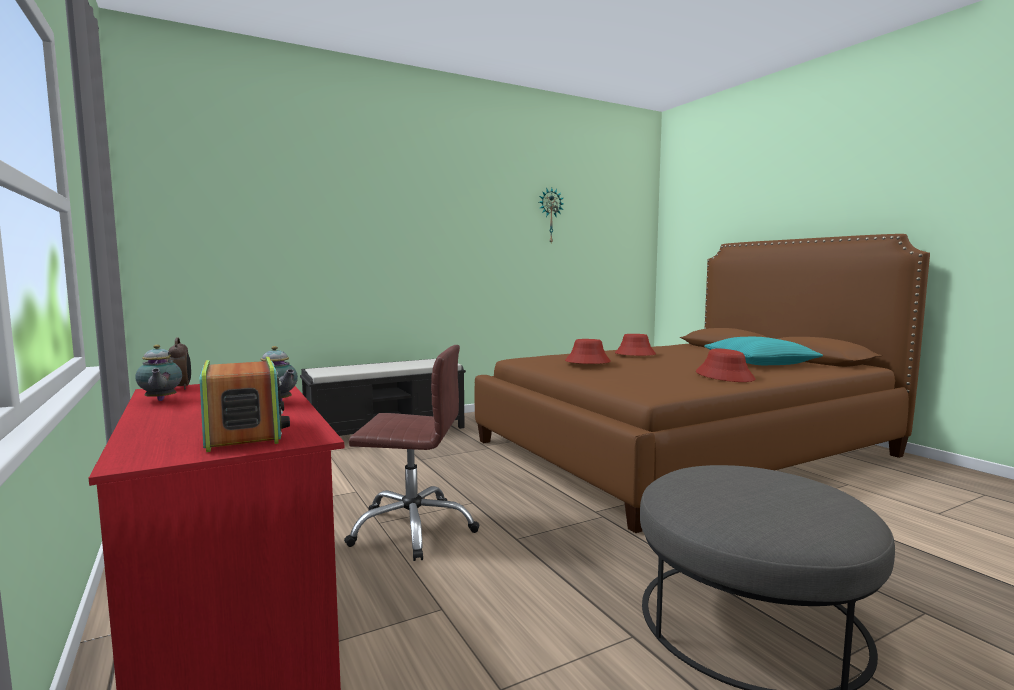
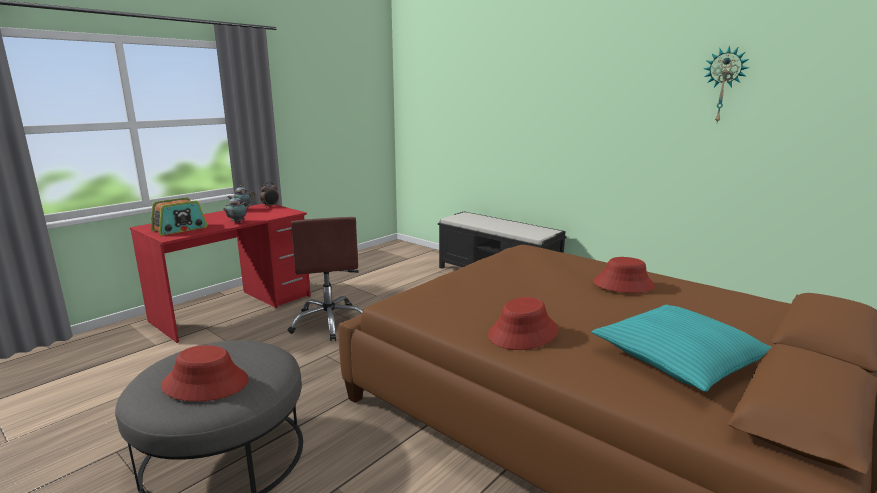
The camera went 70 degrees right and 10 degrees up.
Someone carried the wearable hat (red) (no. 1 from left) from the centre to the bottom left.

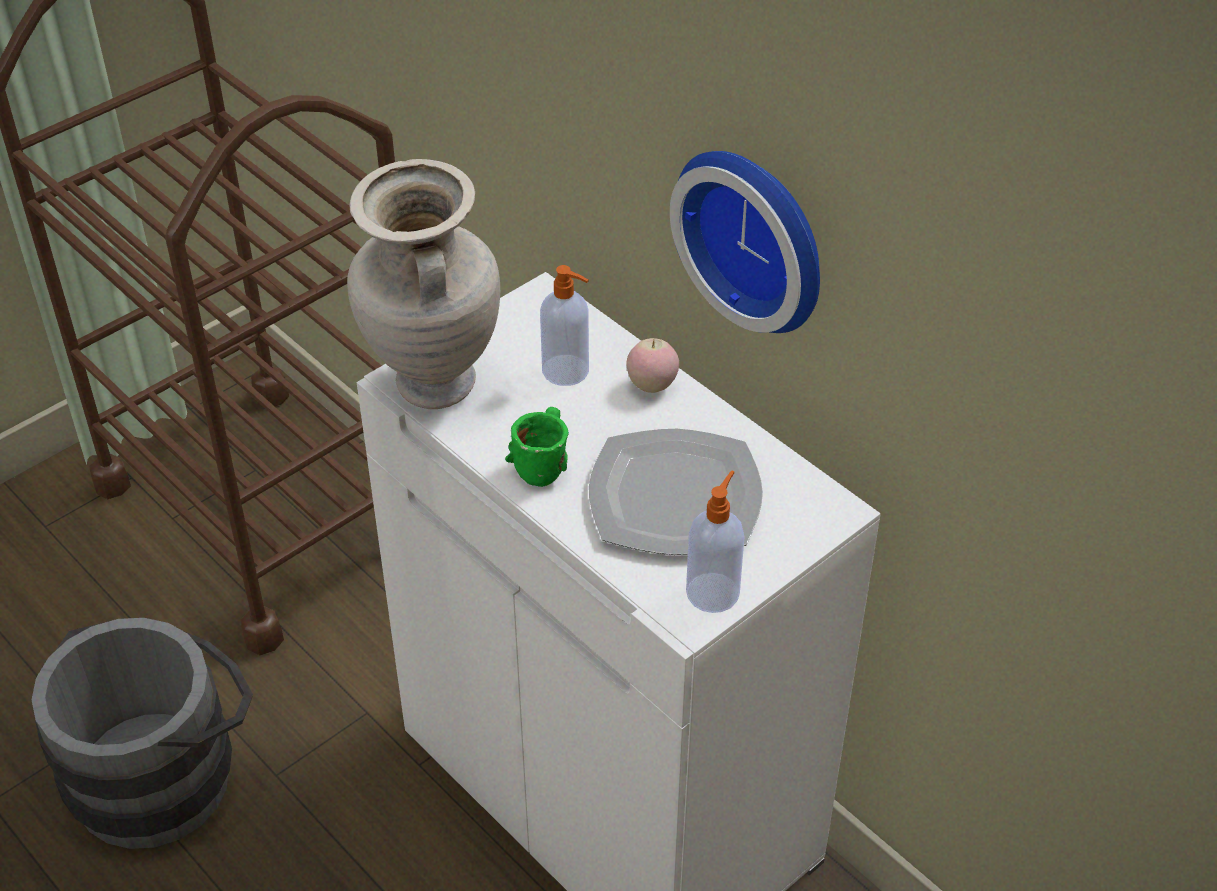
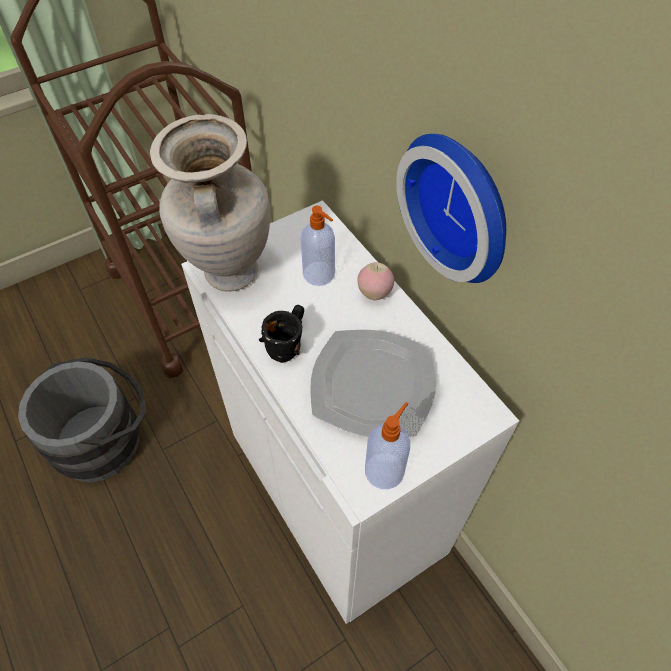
The camera went 10 degrees right and 10 degrees up.
Someone repainted the mug (green-coloured) at the centre, which became the mug (black) at the centre.

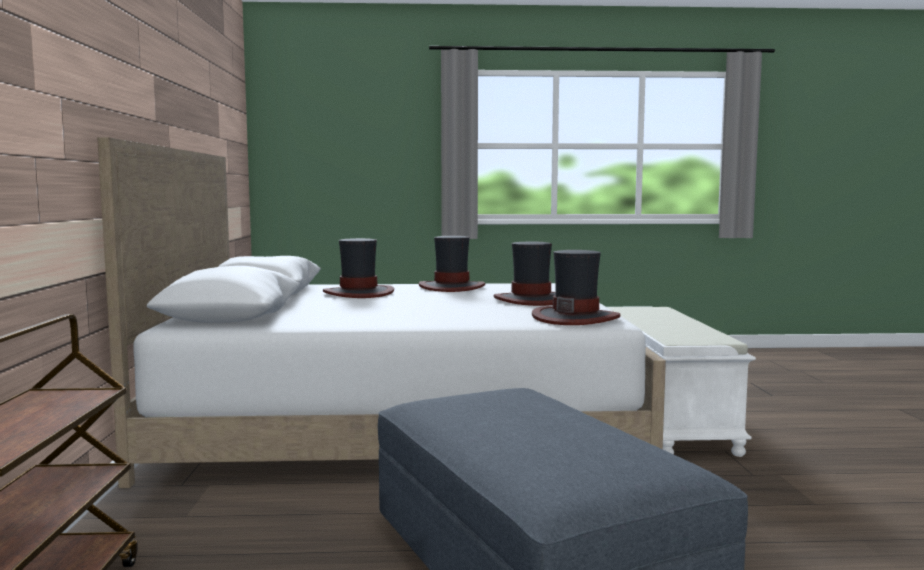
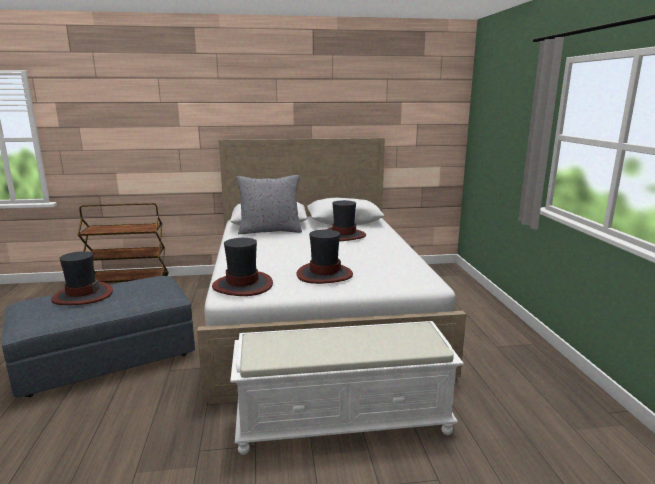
The camera went 85 degrees right and 10 degrees up.
Someone put down the cushion (greyish) at the centre.
Someone carried the wearable hat (no. 2 from left in the first image) from the centre to the middle left.

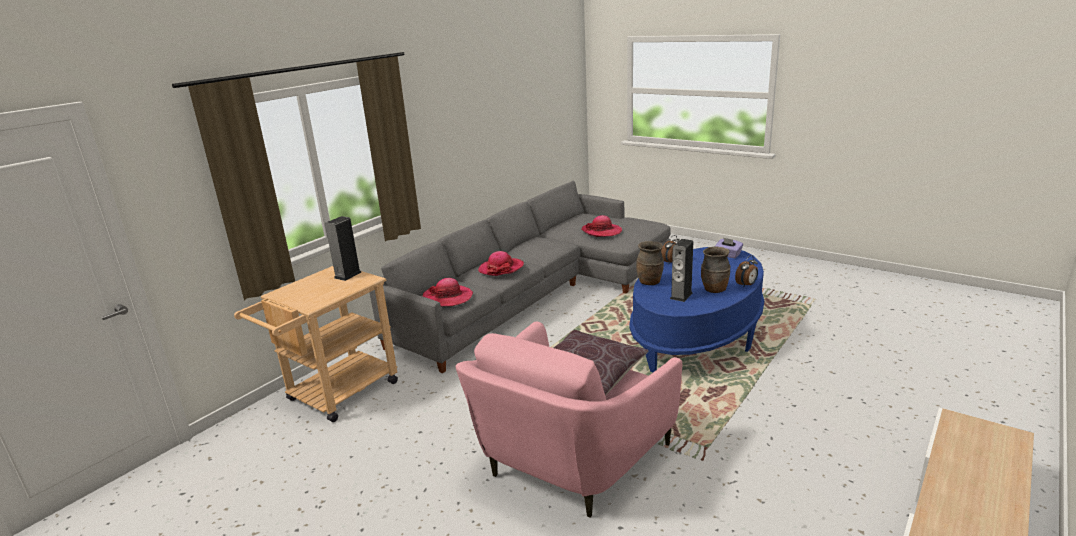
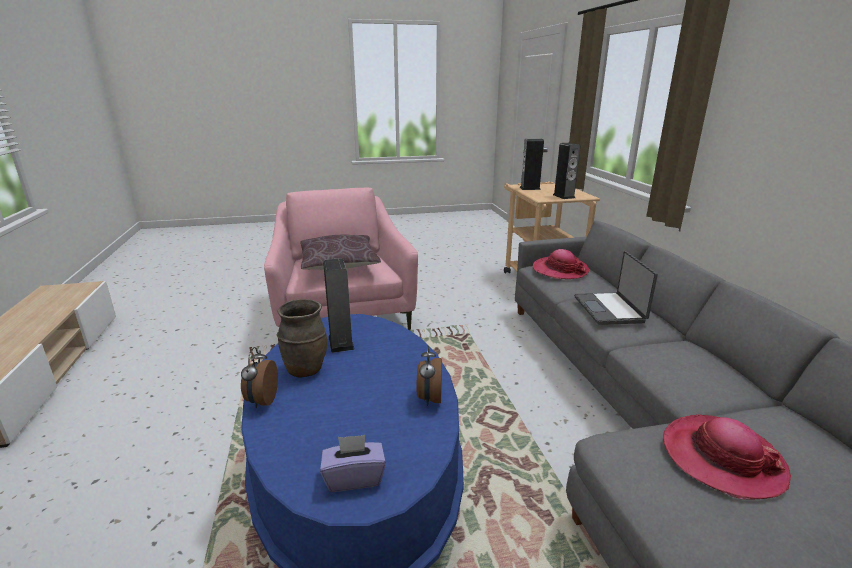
The camera went 130 degrees right and 0 degrees up.
Someone took away the decorative vase (brownish) (no. 1 from left) at the centre.
Someone put down the audio speaker (no. 2 from left) at the top centre.
Someone swapped the wearable hat (no. 2 from left) at the centre for the notebook computer at the middle right.

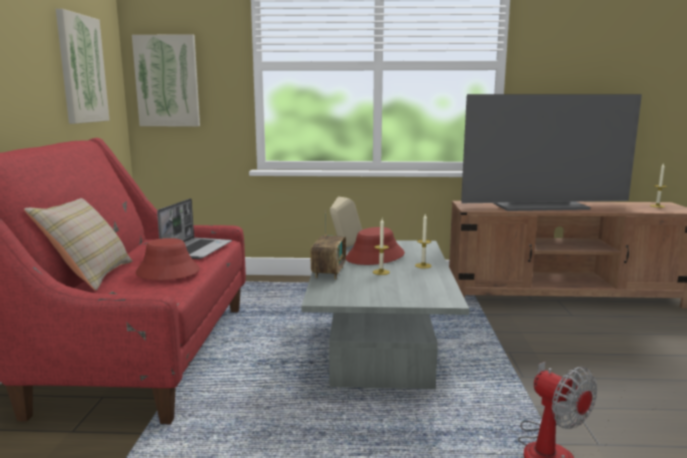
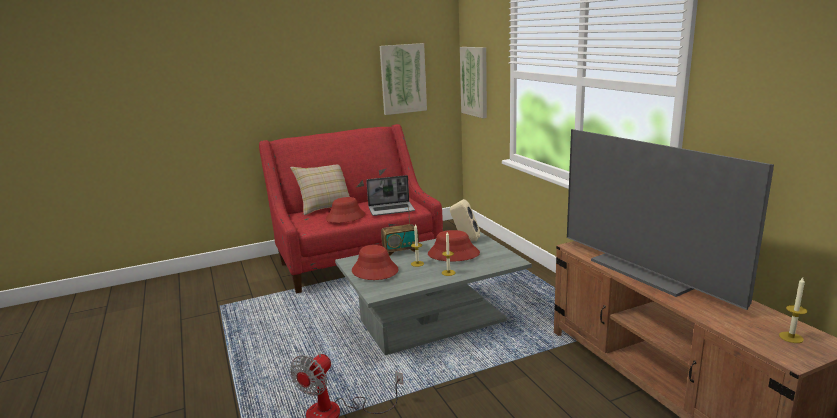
The camera went 65 degrees right and 5 degrees up.
Someone put down the wearable hat (red) (no. 2 from left) at the centre.

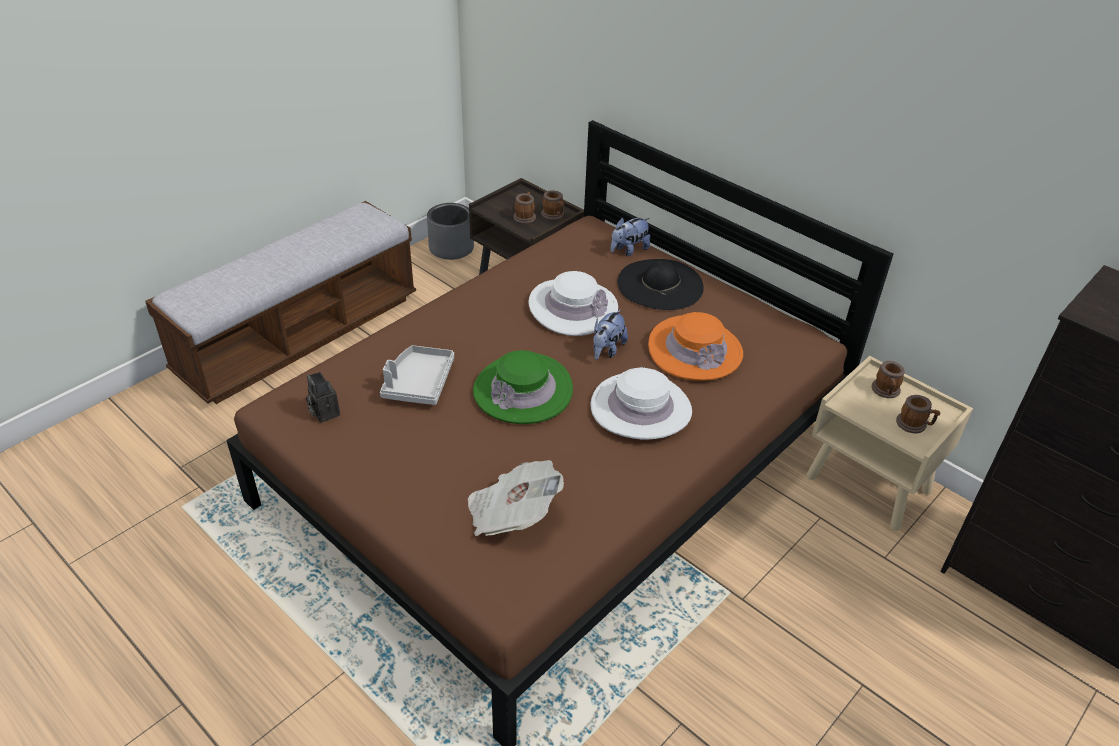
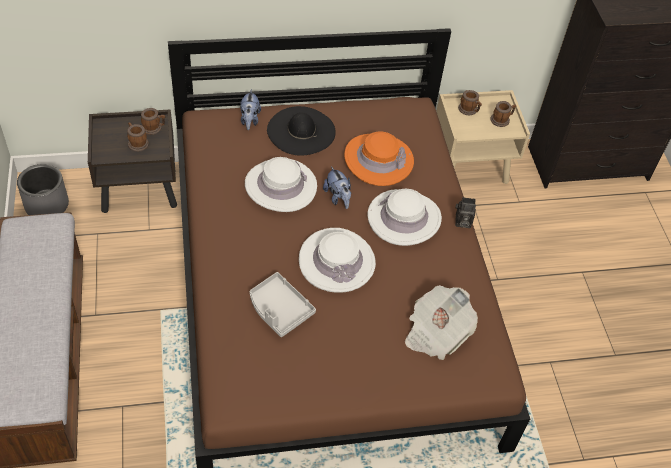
The camera went 55 degrees left and 10 degrees up.
Someone carried the photo camera from the middle left to the middle right.
Someone repainted the wearable hat (green-coloured) at the centre, which became the wearable hat (whitish) (no. 2 from left) at the centre.

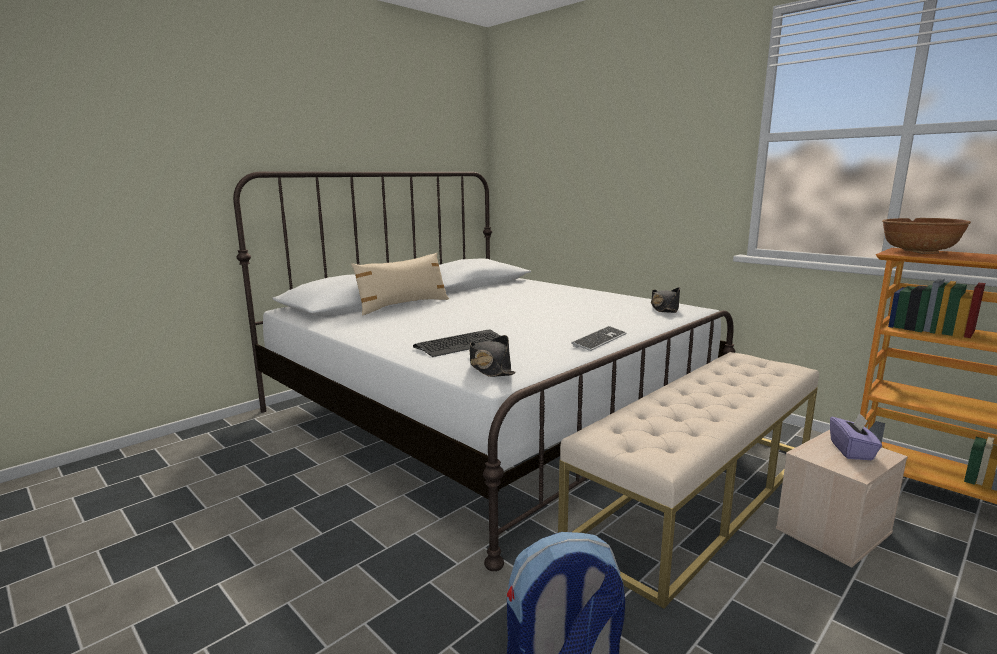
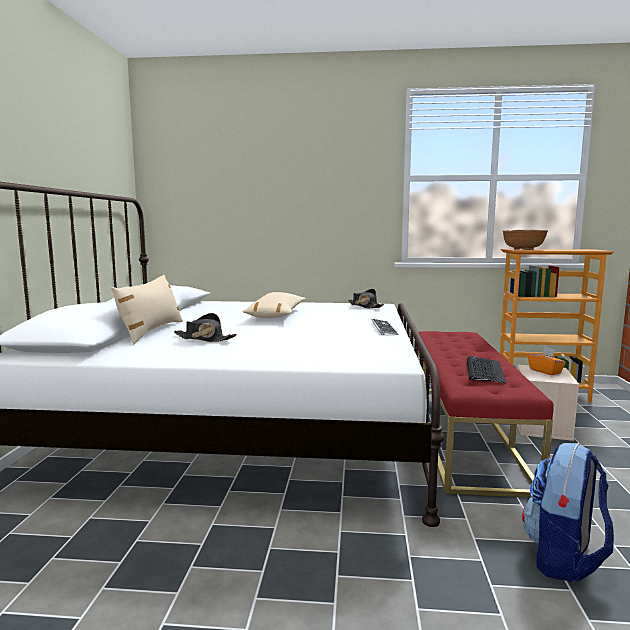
The camera went 40 degrees left and 5 degrees down.
Someone put down the cushion (beige-coloured) (no. 2 from left) at the centre.
Someone carried the PC keyboard (no. 1 from left in the first image) from the centre to the middle right.
Someone carried the wearable hat (black) (no. 1 from left) from the centre to the middle left.
Someone repainted the indoor bench (beige-coloured) at the bottom right, which became the indoor bench (red) at the middle right.
Someone repainted the box of tissues (purple) at the bottom right, which became the box of tissues (orangey) at the middle right.

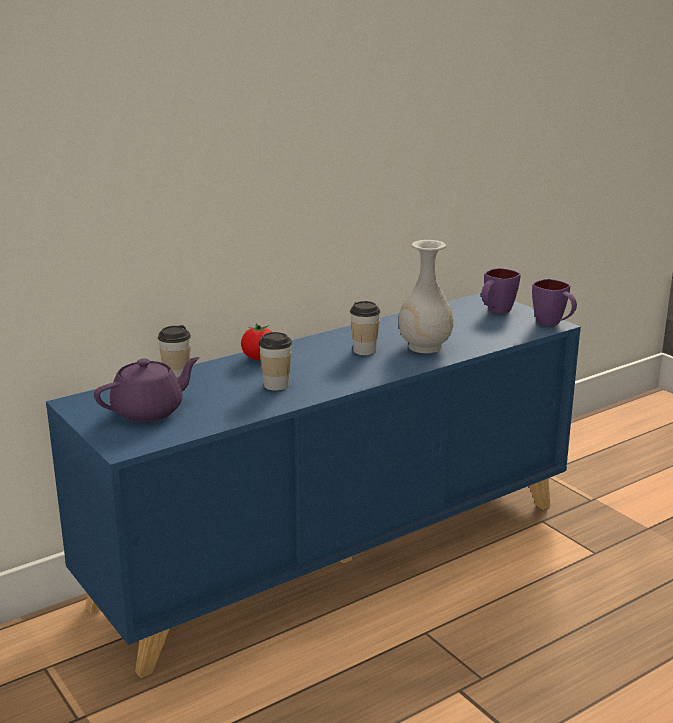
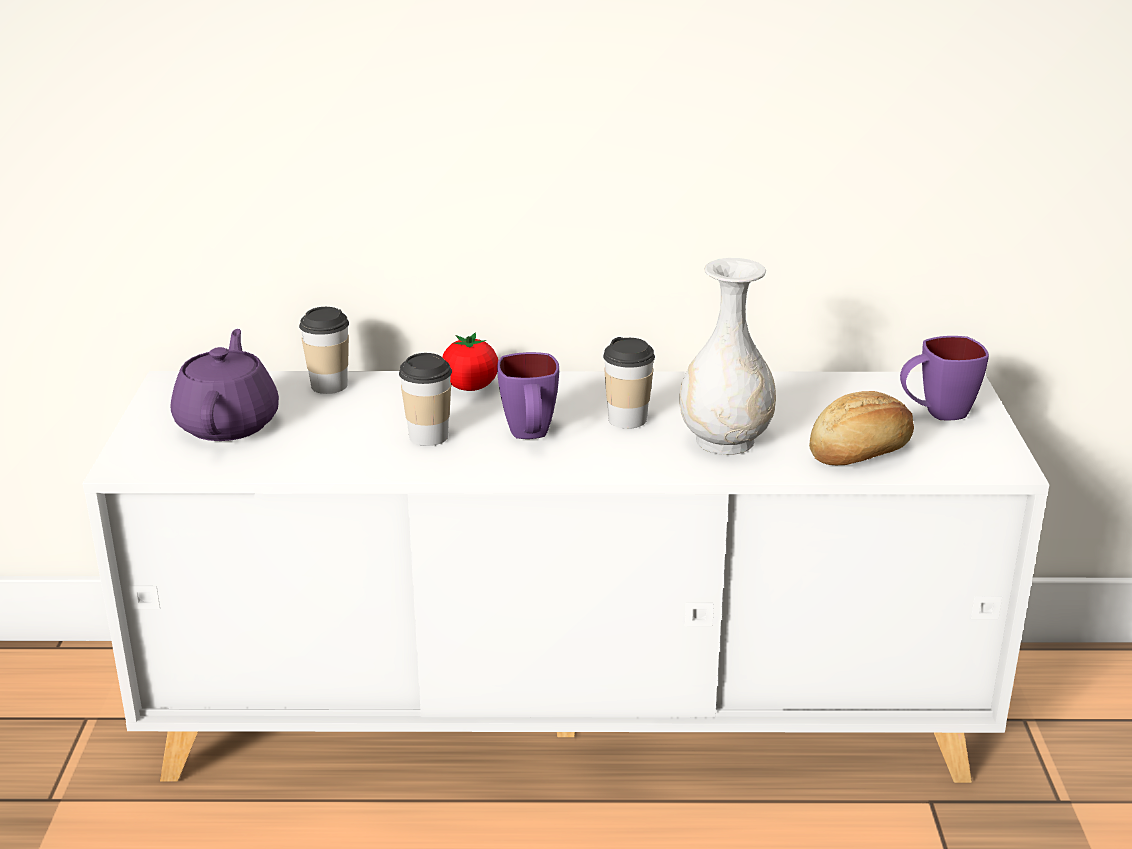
The camera went 35 degrees right and 5 degrees up.
Someone put down the bread at the middle right.
Someone carried the mug (purple) (no. 2 from left in the first image) from the middle right to the centre.
Someone repainted the cupboard (bluish) at the bottom centre, which became the cupboard (whitish) at the bottom centre.
Someone rotated the pot for tea (purple) at the middle left by 90 degrees counterclockwise.

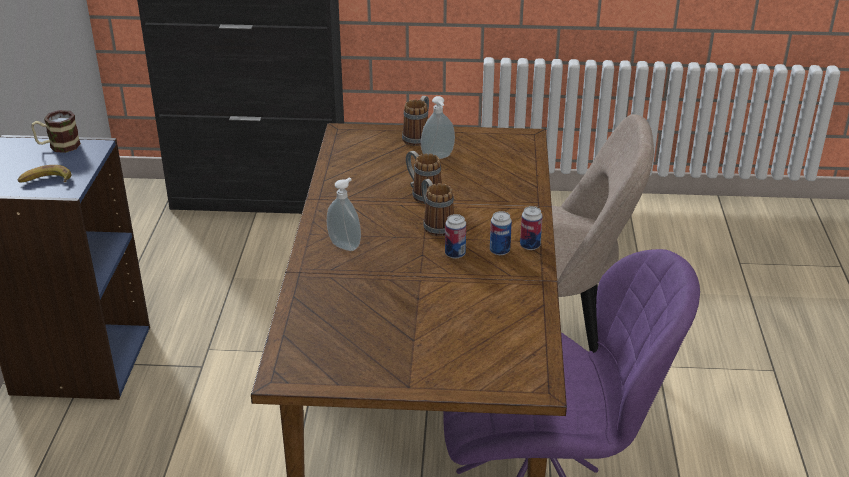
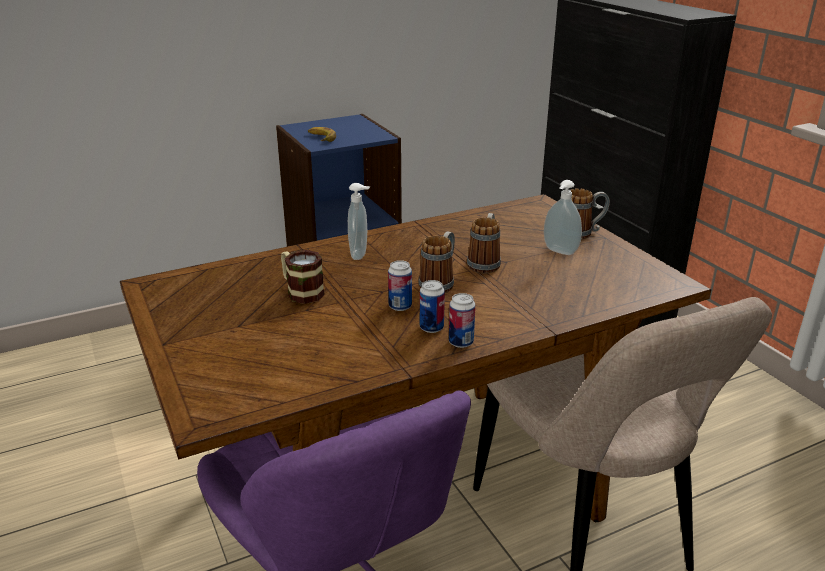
The camera went 60 degrees right and 5 degrees down.
Someone carried the mug (no. 1 from left) from the top left to the centre.

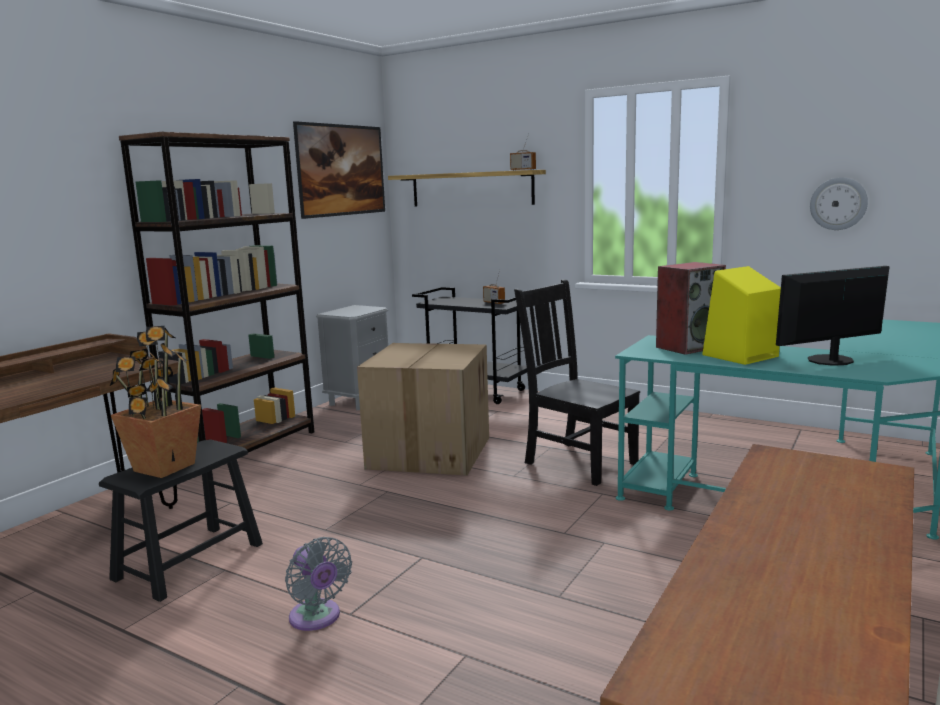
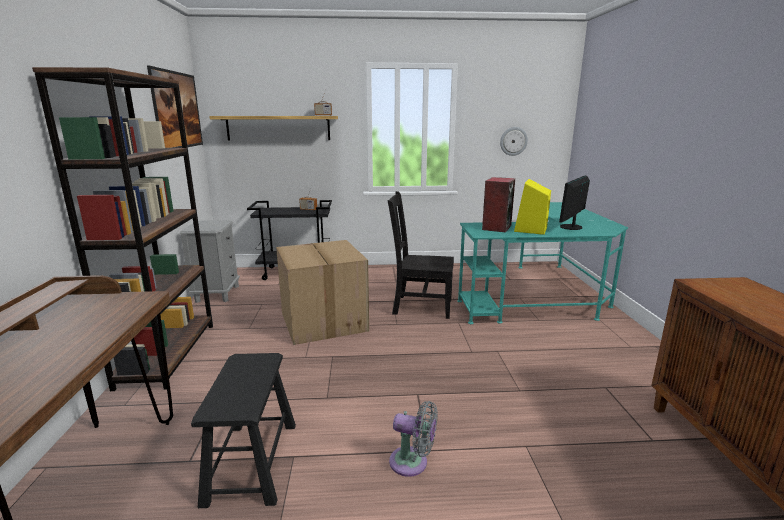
The camera went 35 degrees left and 5 degrees up.
Someone took away the potted plant at the middle left.

